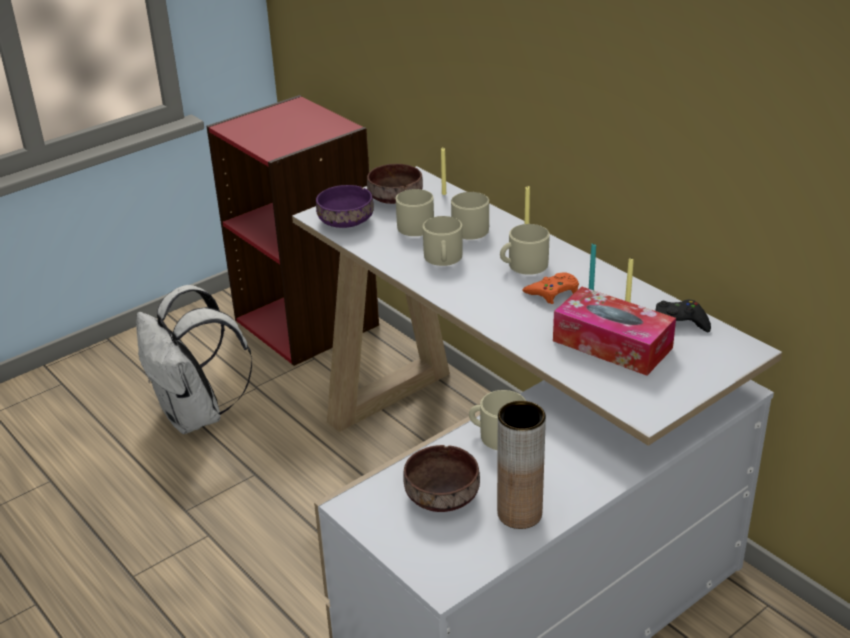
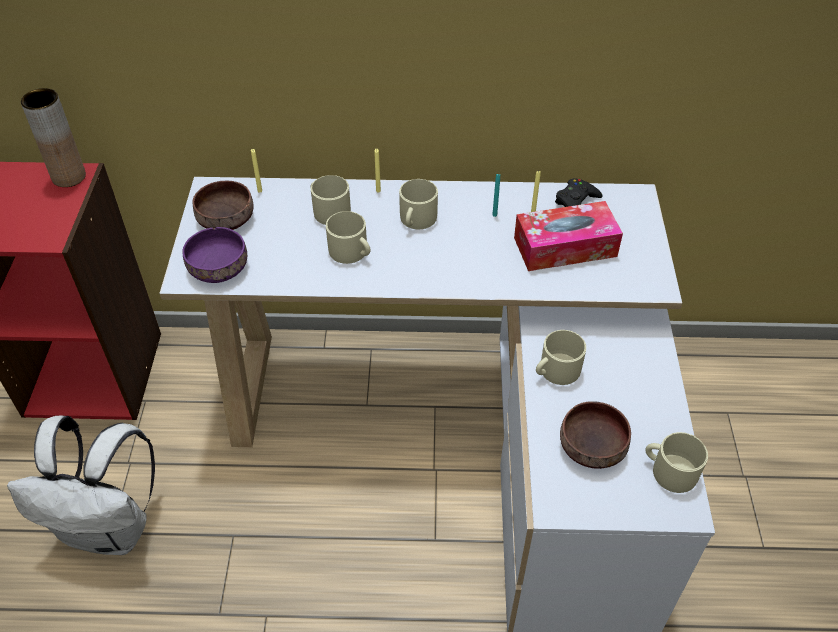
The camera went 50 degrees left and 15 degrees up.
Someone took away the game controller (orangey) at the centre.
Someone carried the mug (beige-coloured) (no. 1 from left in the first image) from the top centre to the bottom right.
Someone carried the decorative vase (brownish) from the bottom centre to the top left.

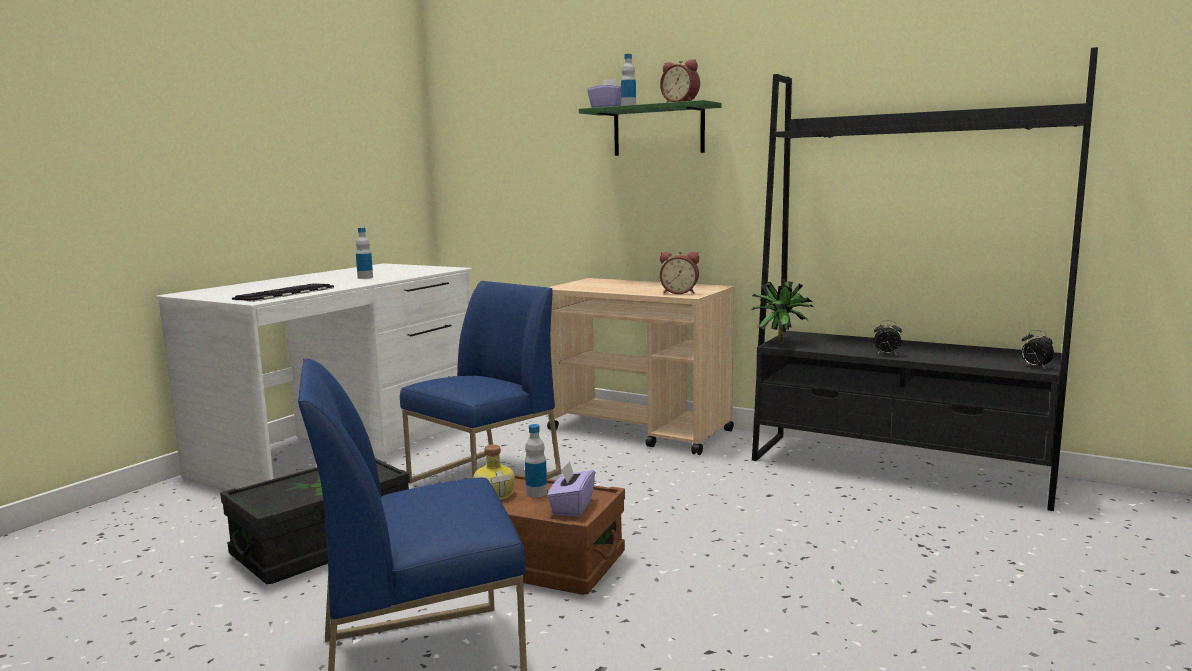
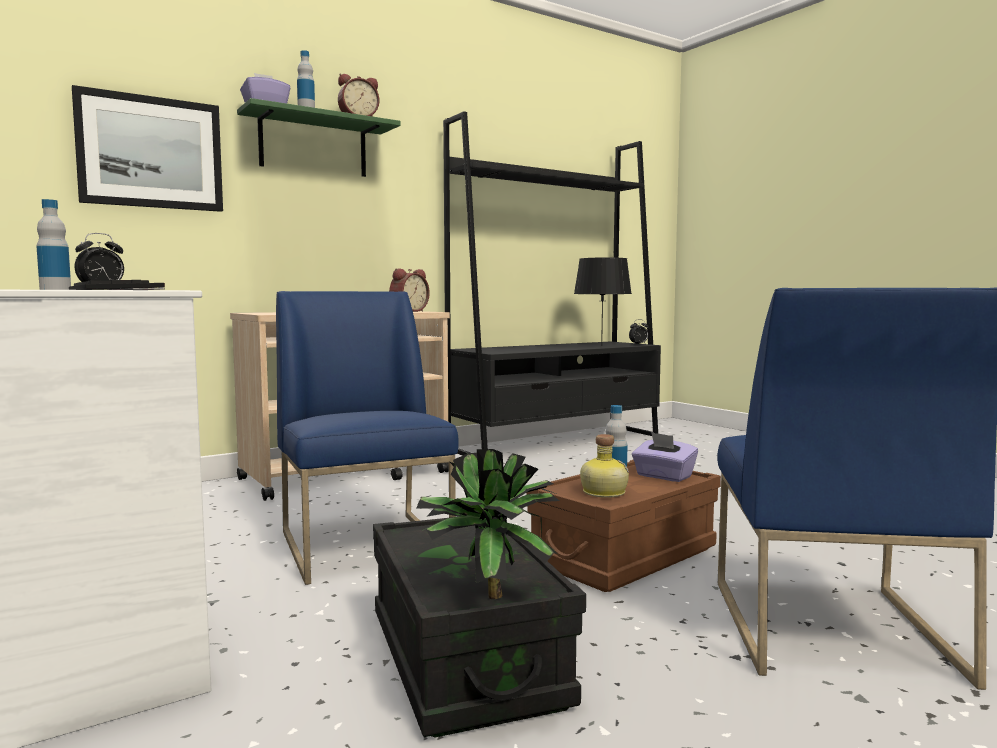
The camera went 65 degrees left and 5 degrees down.
Someone put up the wall art at the top left.
Someone put down the lamp for a table (black) at the centre.
Someone carried the potted plant from the centre to the bottom centre.
Someone carried the table clock (no. 3 from left in the first image) from the middle right to the middle left.

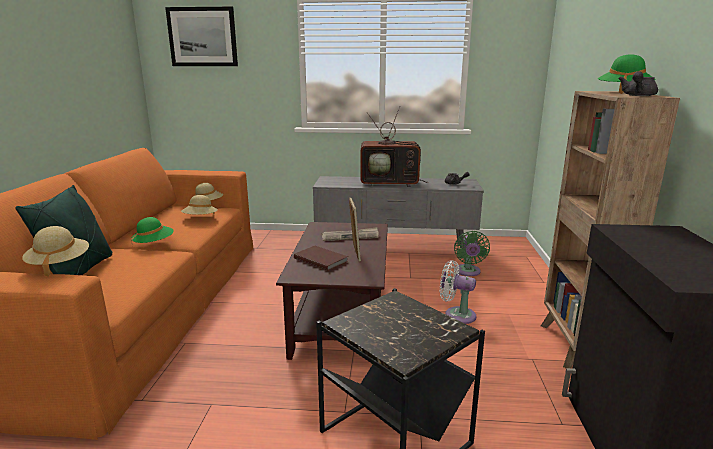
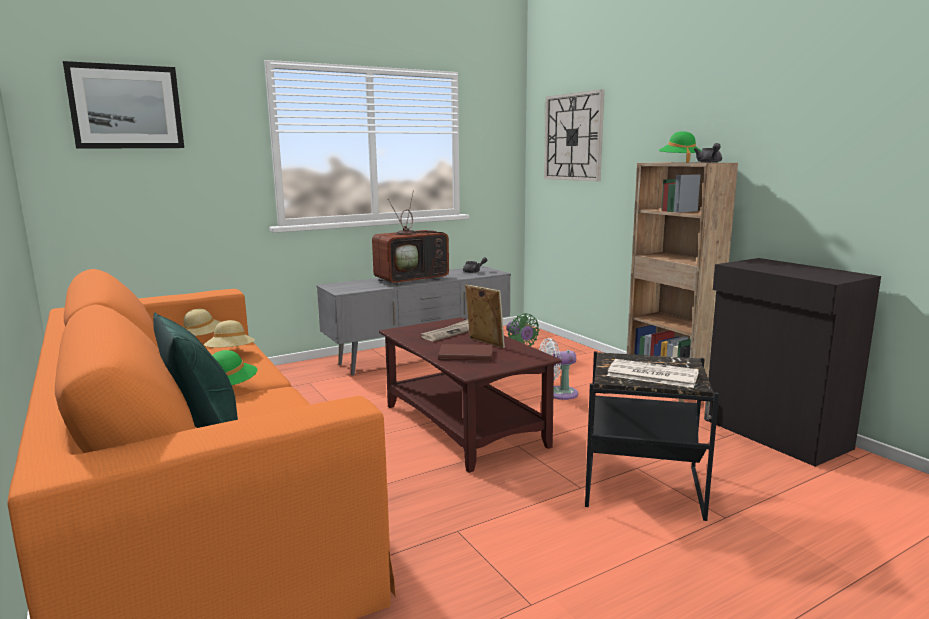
The camera went 35 degrees left and 5 degrees down.
Someone took away the wearable hat (beige-coloured) (no. 1 from left) at the middle left.
Someone put up the hanging clock at the top centre.
Someone put down the daily paper (no. 2 from left) at the middle right.

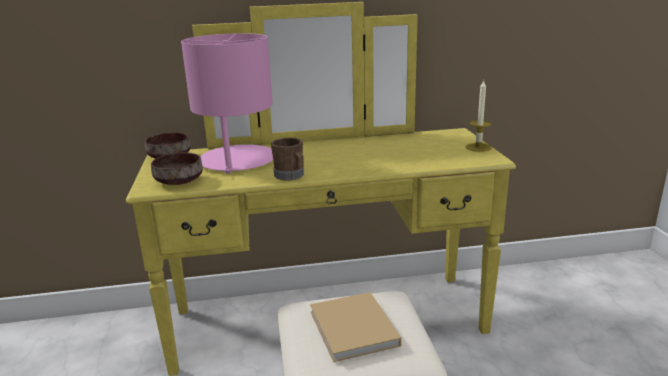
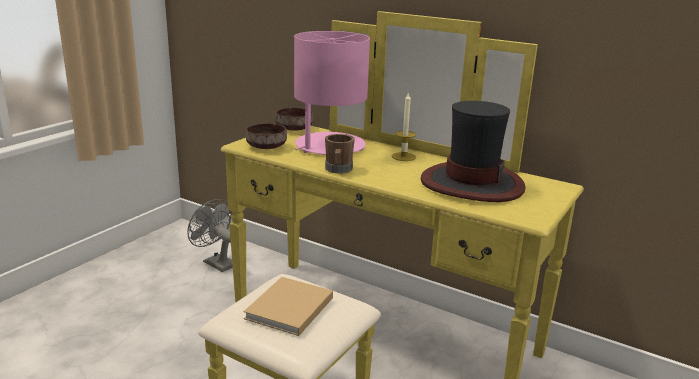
The camera went 40 degrees right and 0 degrees up.
Someone put down the electric fan (greyish) at the middle left.
Someone put down the wearable hat at the middle right.
Someone carried the candle from the top right to the top centre.

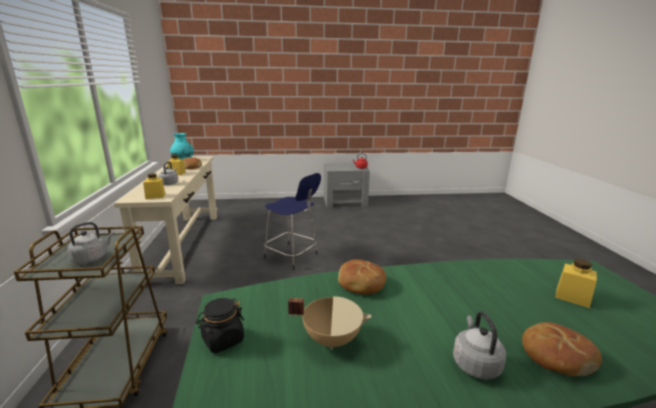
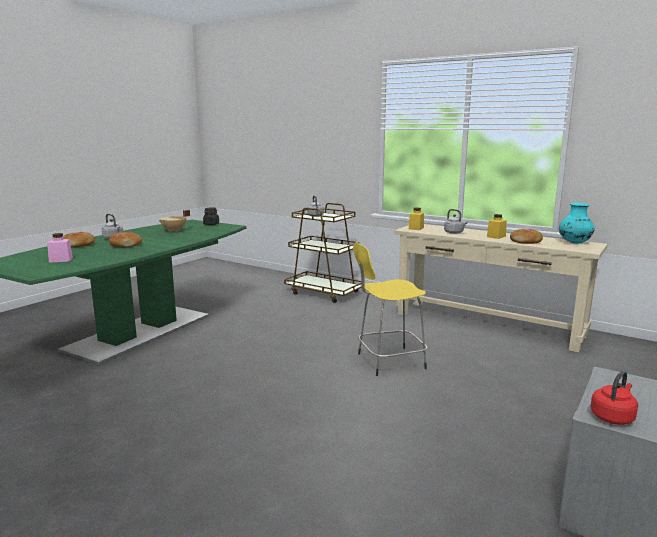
The camera went 130 degrees right and 5 degrees down.
Someone carried the bread (no. 2 from left) from the bottom centre to the middle left.
Someone repainted the stool seat (bluish) at the centre, which became the stool seat (yellow) at the centre.
Someone repainted the jar (yellow) (no. 3 from left) at the bottom right, which became the jar (pinkish) at the middle left.

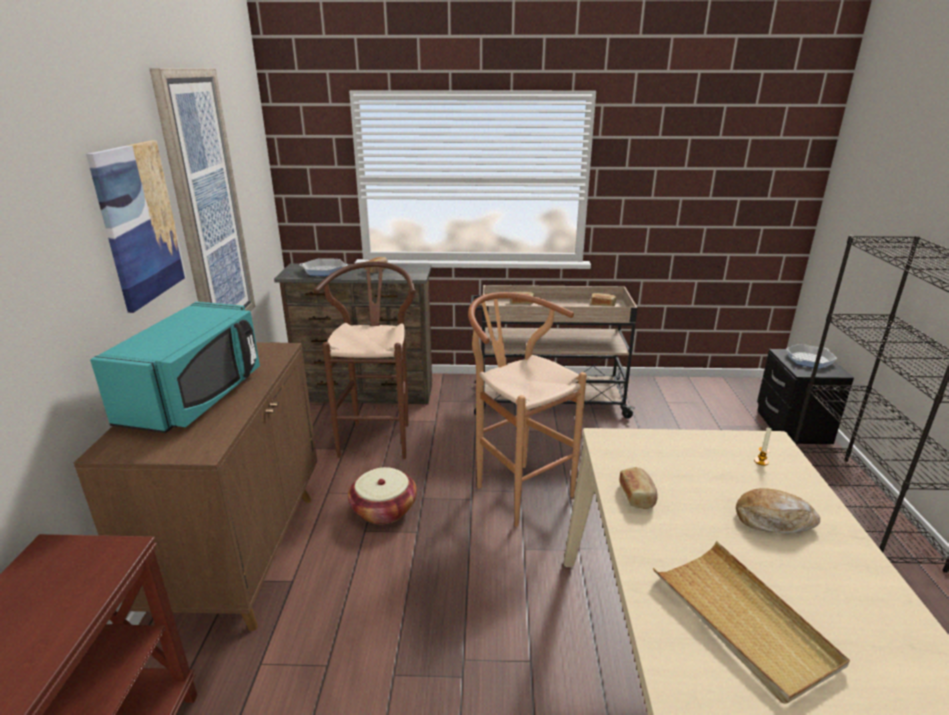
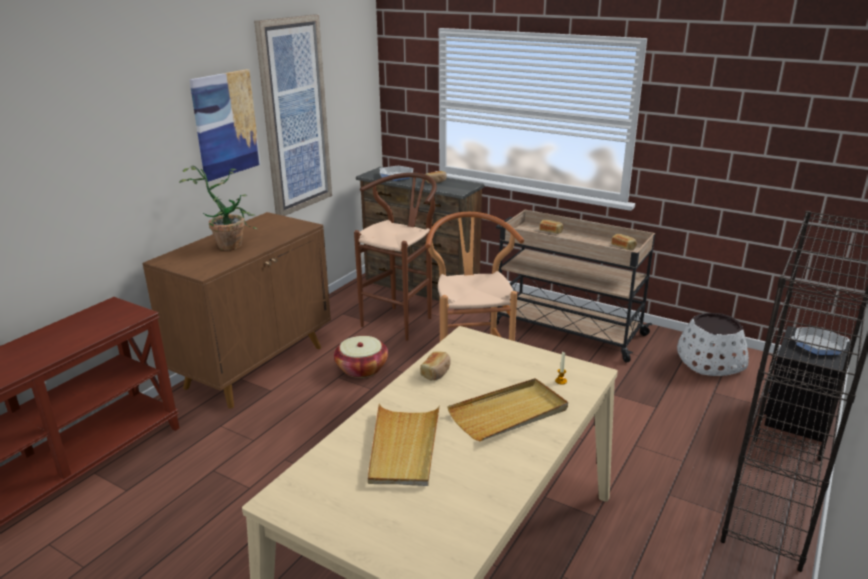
The camera went 30 degrees right and 0 degrees up.
Someone put down the flower pot (whitish) at the middle right.
Someone swapped the microwave oven (turquoise-coloured) at the middle left for the potted plant at the middle left.
Someone swapped the bread (no. 5 from left) at the bottom right for the carrying tray (beige-coloured) (no. 2 from left) at the bottom centre.

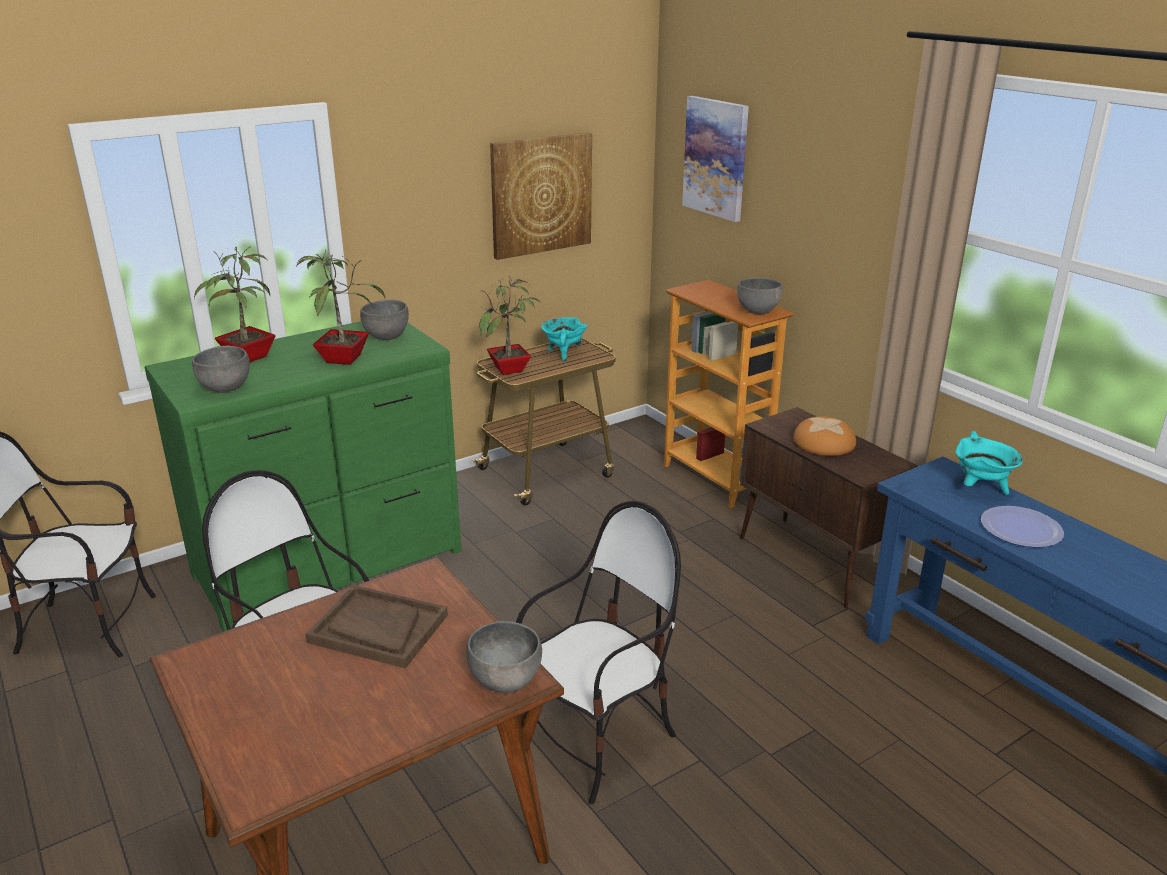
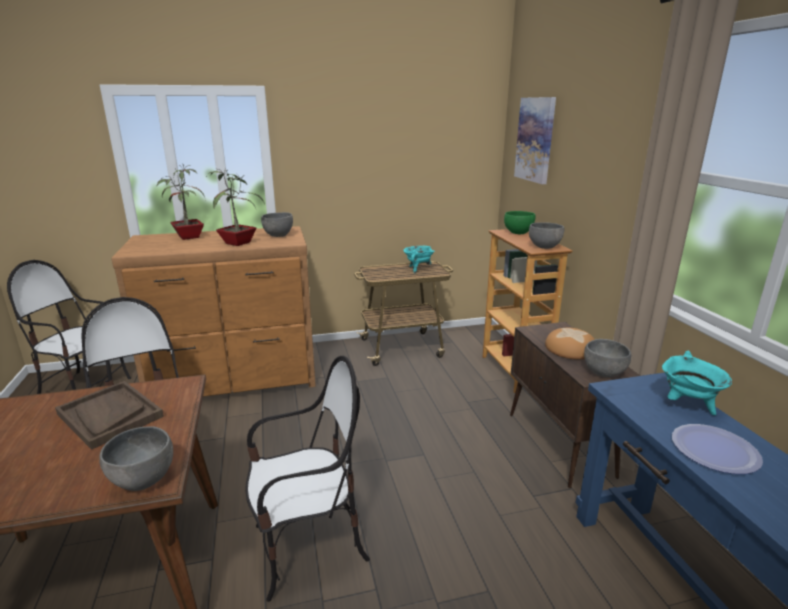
The camera went 20 degrees right and 5 degrees down.
Someone took away the potted plant (no. 3 from left) at the centre.
Someone took away the wall art (no. 1 from left) at the top centre.
Someone put down the deep dish (green-coloured) at the centre.
Someone carried the deep dish (greyish) (no. 1 from left in the first image) from the middle left to the middle right.
Someone repainted the drawer chest (green-coloured) at the middle left, which became the drawer chest (brownish) at the middle left.

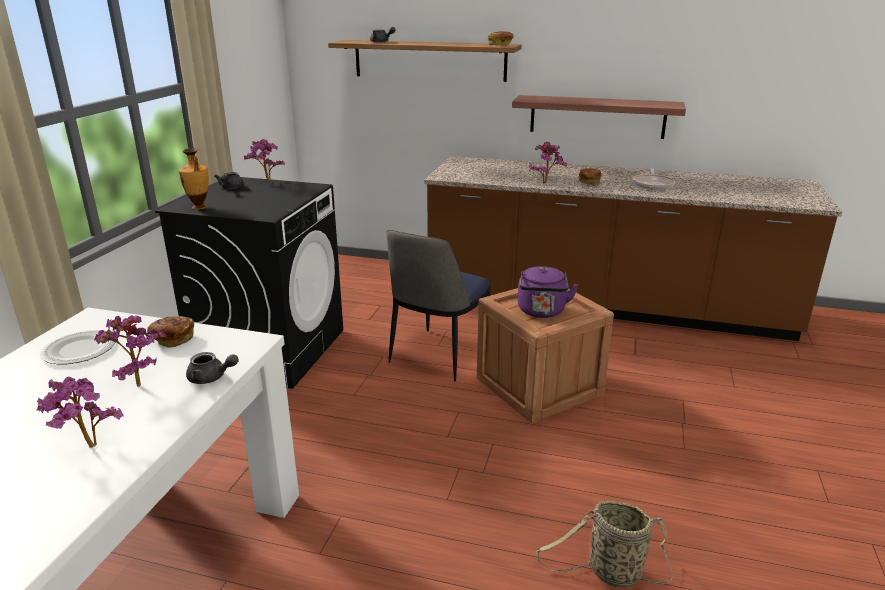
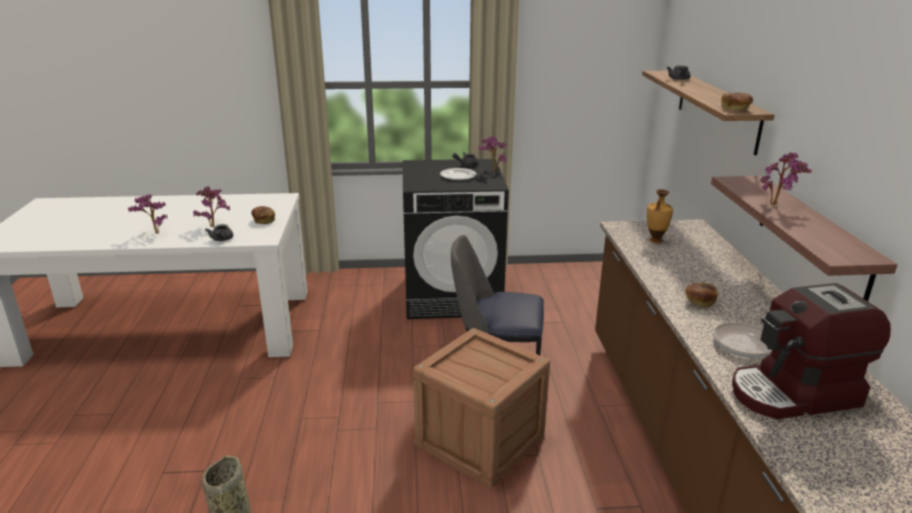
The camera went 70 degrees right and 0 degrees up.
Someone took away the kettle (purple) at the centre.
Someone put down the coffee machine at the bottom right.
Someone carried the flat dish from the middle left to the centre.
Someone carried the decorative vase from the top left to the middle right.
Someone carried the potted plant (no. 4 from left) from the top centre to the middle right.

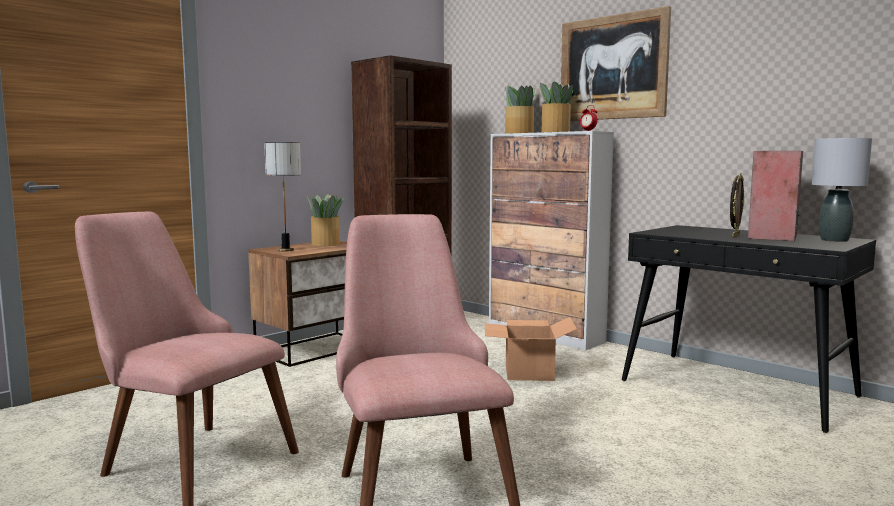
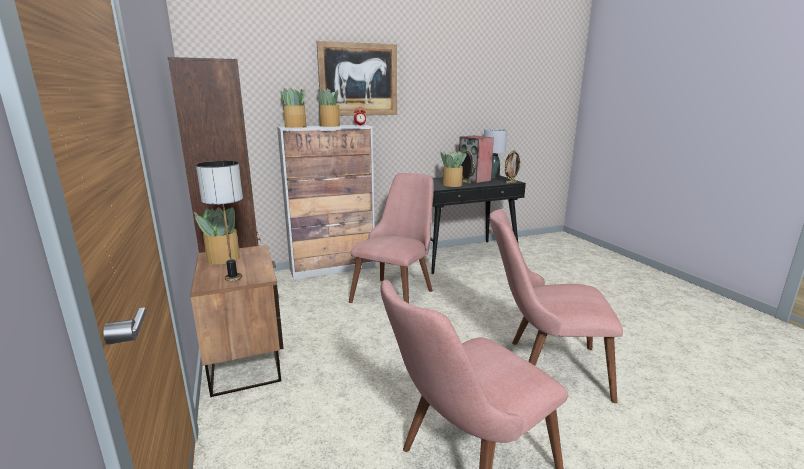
The camera went 65 degrees left and 10 degrees up.
Someone put down the potted plant (no. 4 from left) at the centre.
Someone put down the picture frame (no. 2 from left) at the centre.
Someone swapped the carton at the bottom centre for the upright chair (pinkish) (no. 1 from left) at the centre.

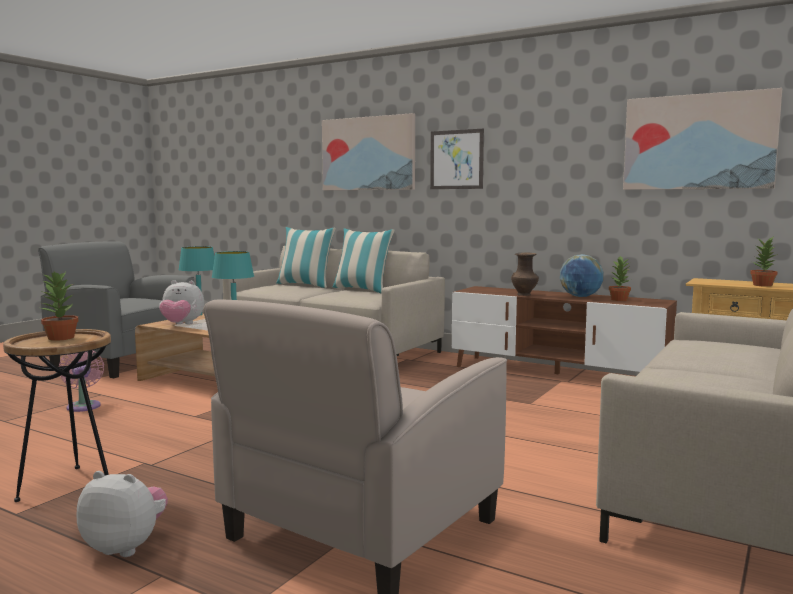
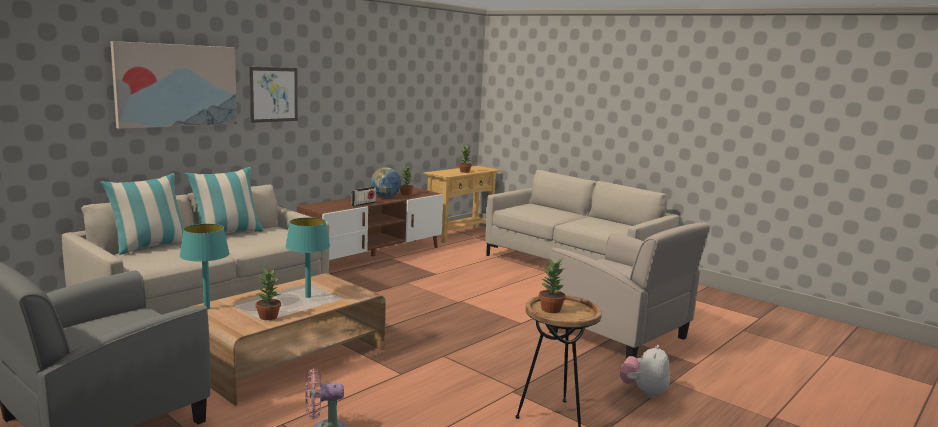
The camera went 80 degrees left and 5 degrees up.
Someone took away the wall art (no. 3 from left) at the top right.
Someone swapped the plush toy (no. 2 from left) at the middle left for the potted plant (no. 1 from left) at the bottom left.
Someone swapped the decorative vase (brownish) at the centre for the radio receiver at the centre.

